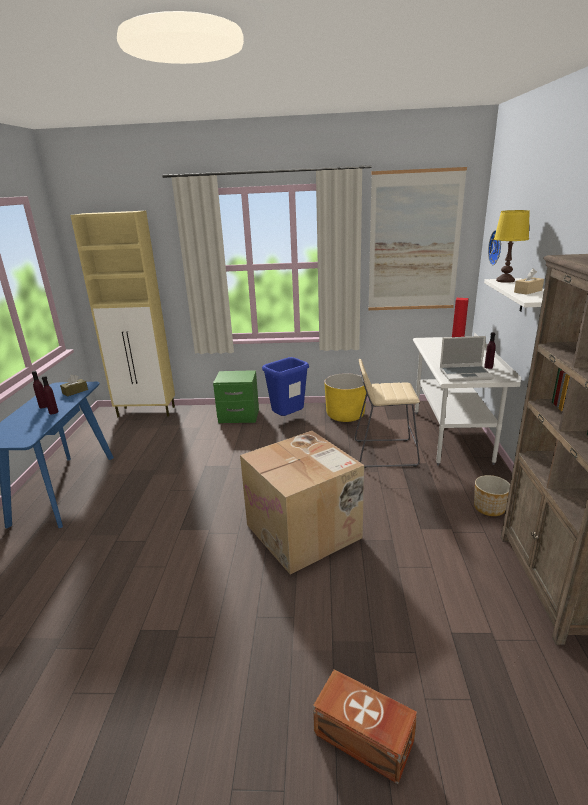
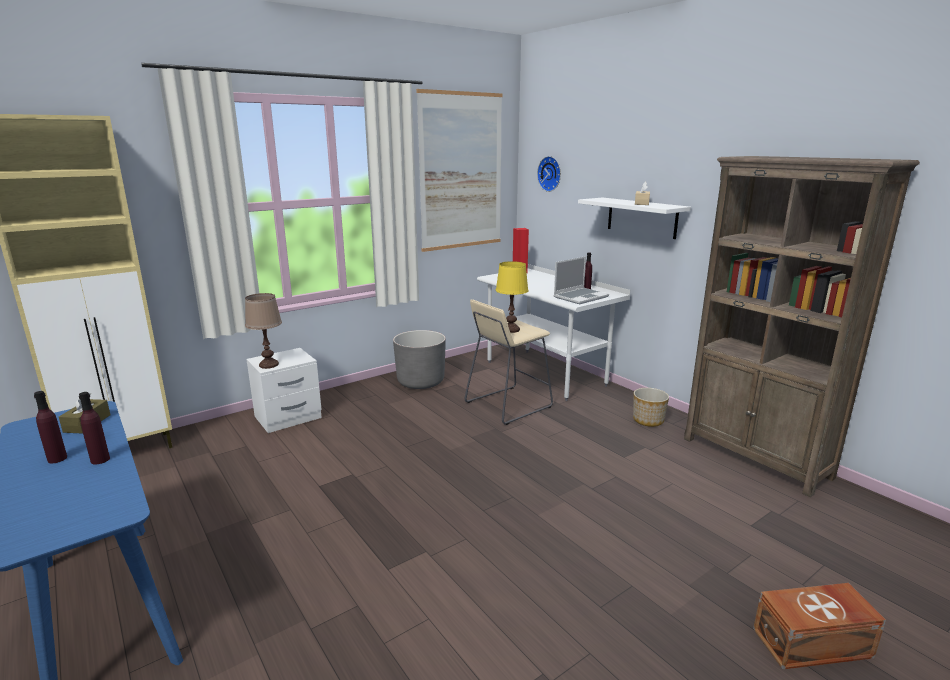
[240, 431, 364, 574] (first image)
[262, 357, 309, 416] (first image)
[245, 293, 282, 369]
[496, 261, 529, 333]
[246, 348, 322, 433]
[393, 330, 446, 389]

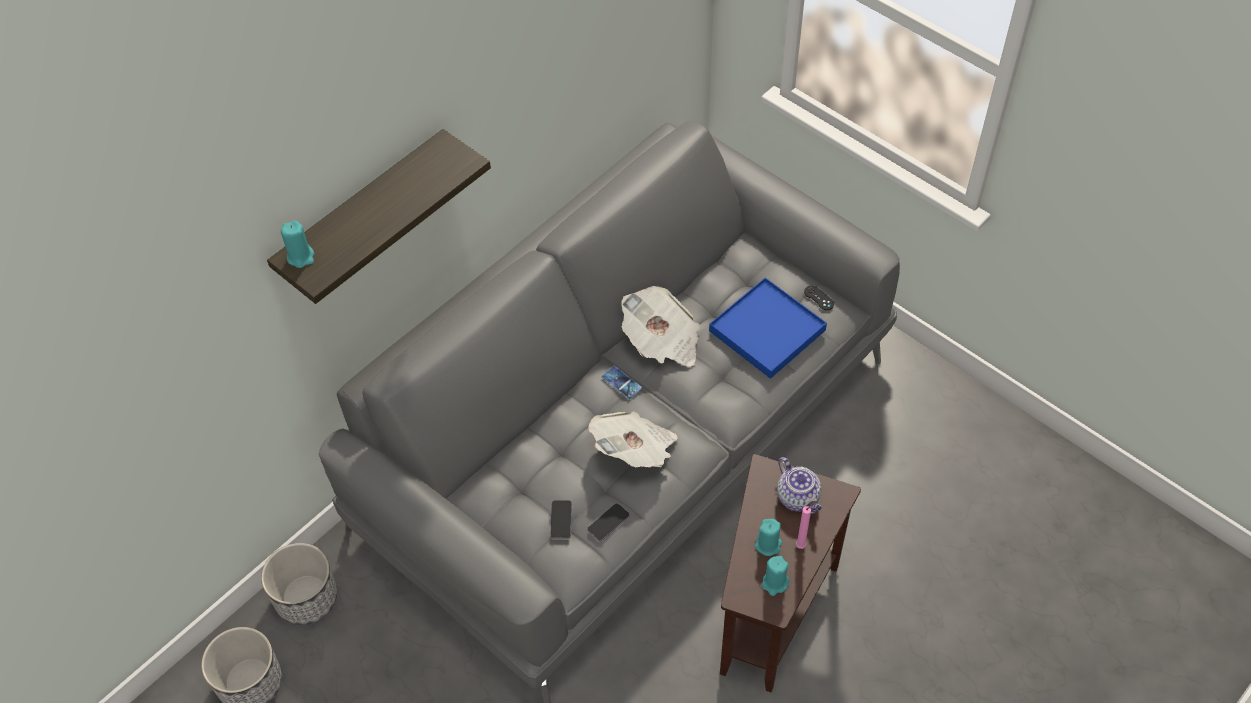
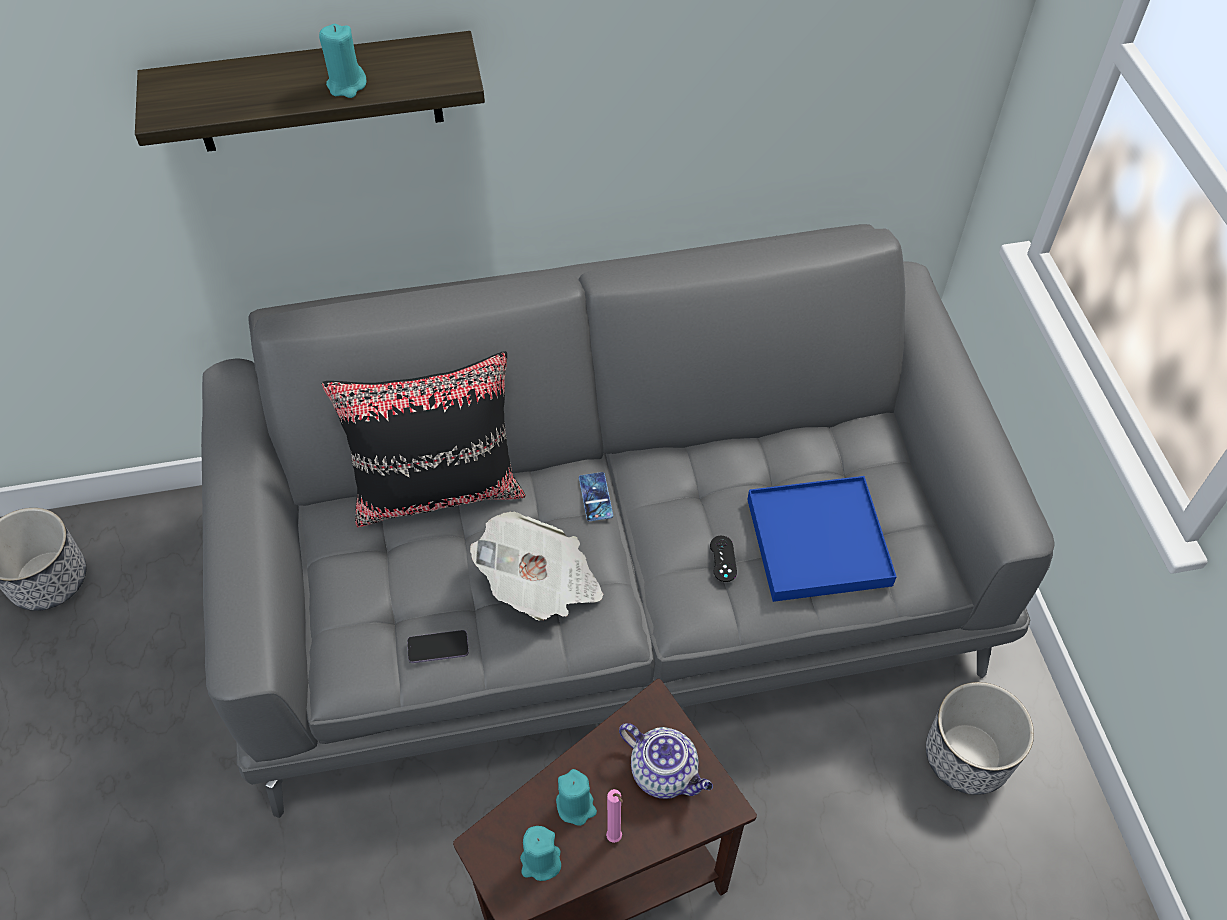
[550, 500, 572, 539] (first image)
[621, 286, 700, 367] (first image)
[322, 351, 526, 527]
[926, 682, 1034, 795]
[319, 24, 367, 98]
[710, 536, 737, 582]
[619, 723, 713, 799]

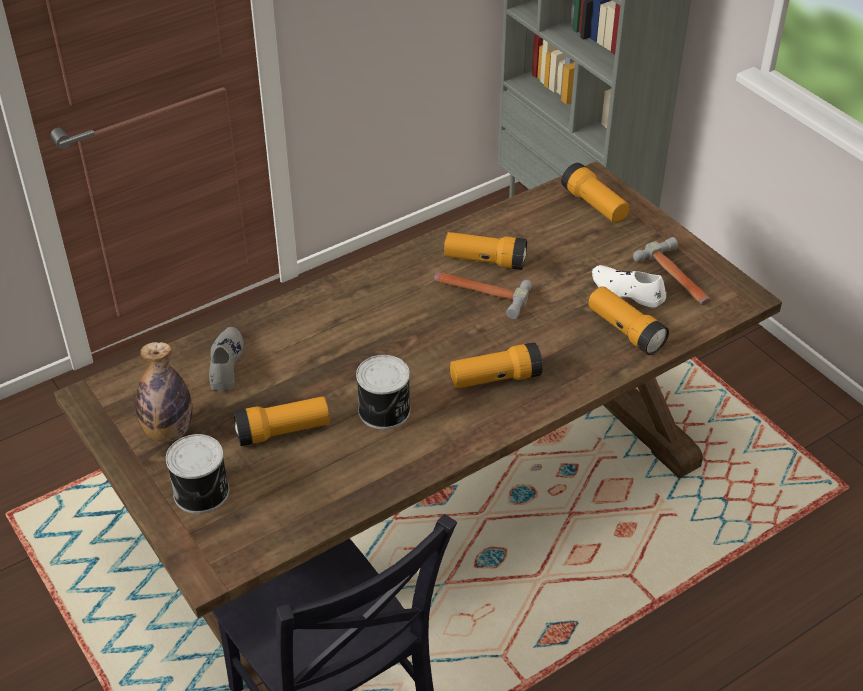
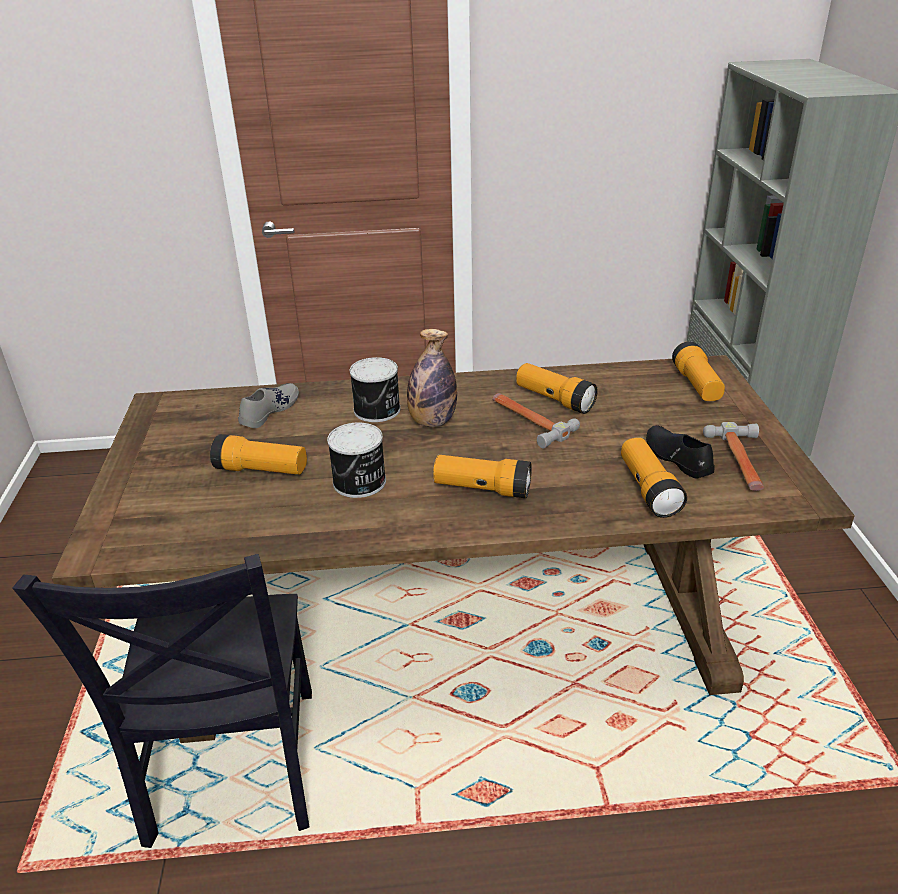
[407, 329, 457, 427]
[350, 357, 400, 422]
[646, 425, 715, 479]

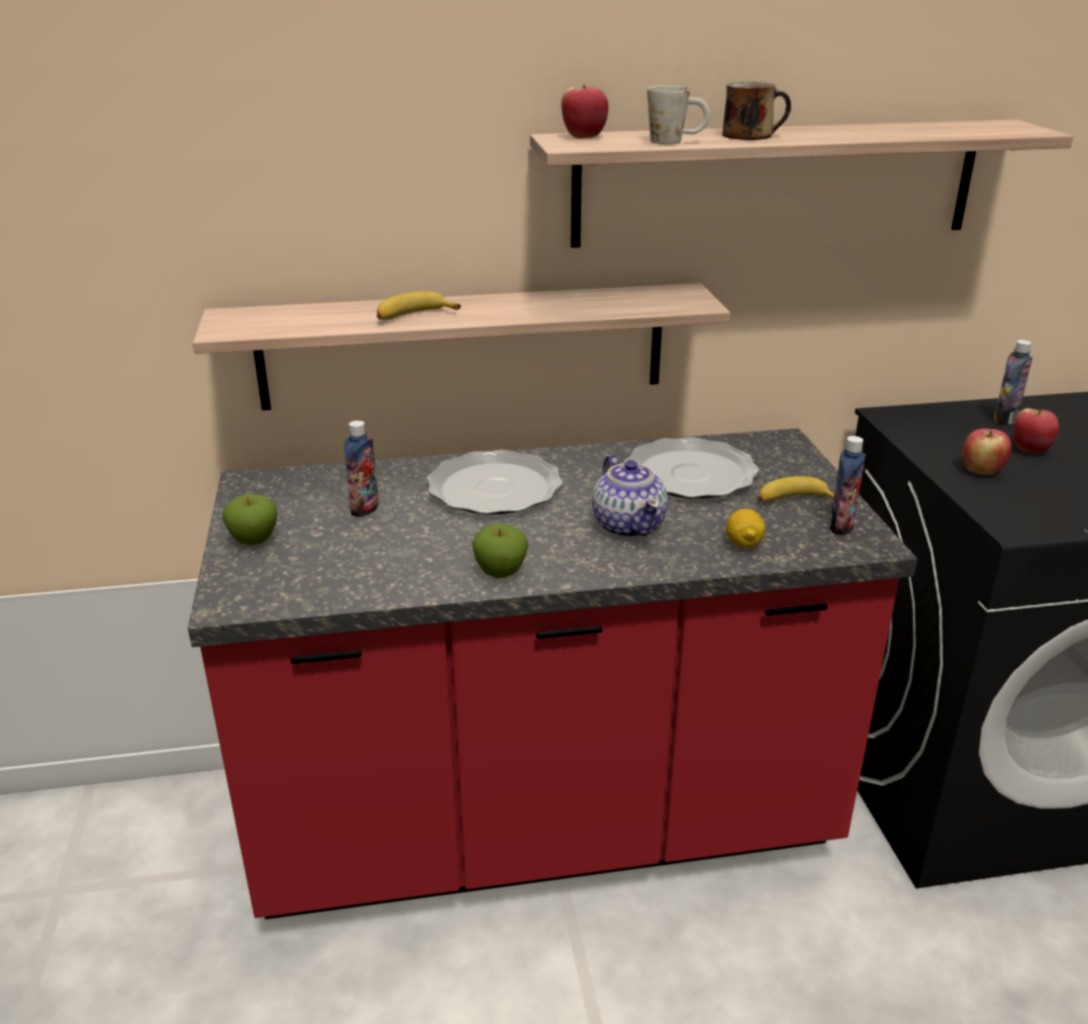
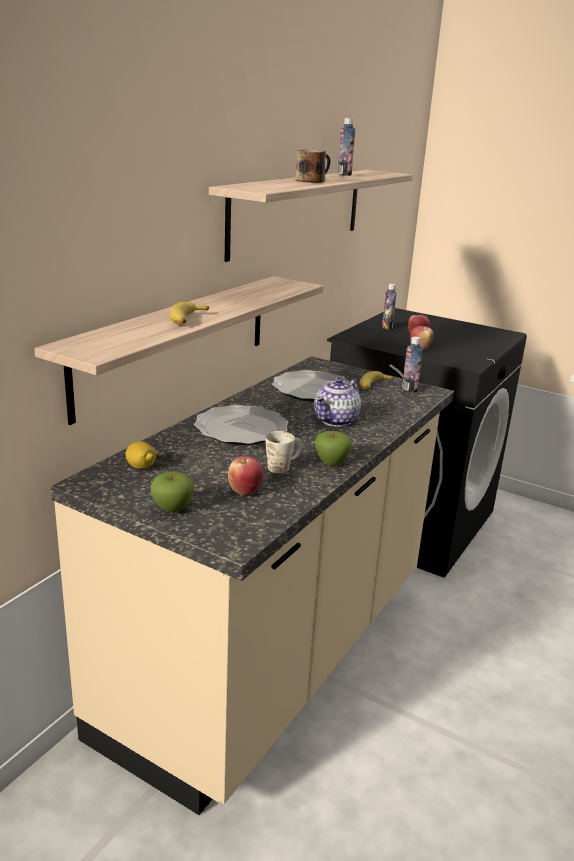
[338, 118, 355, 176]
[228, 456, 263, 495]
[265, 431, 302, 473]
[125, 442, 156, 469]
[51, 356, 454, 815]
[314, 378, 361, 427]

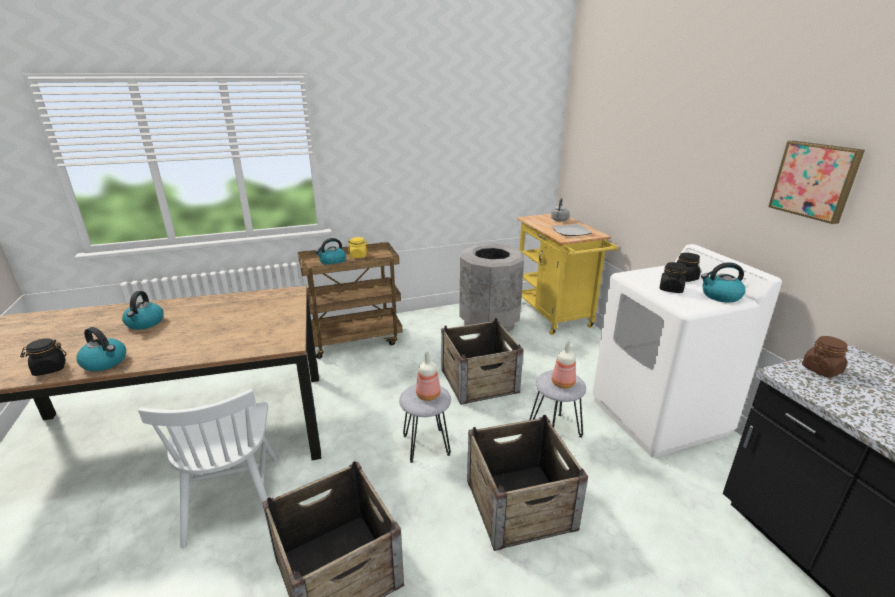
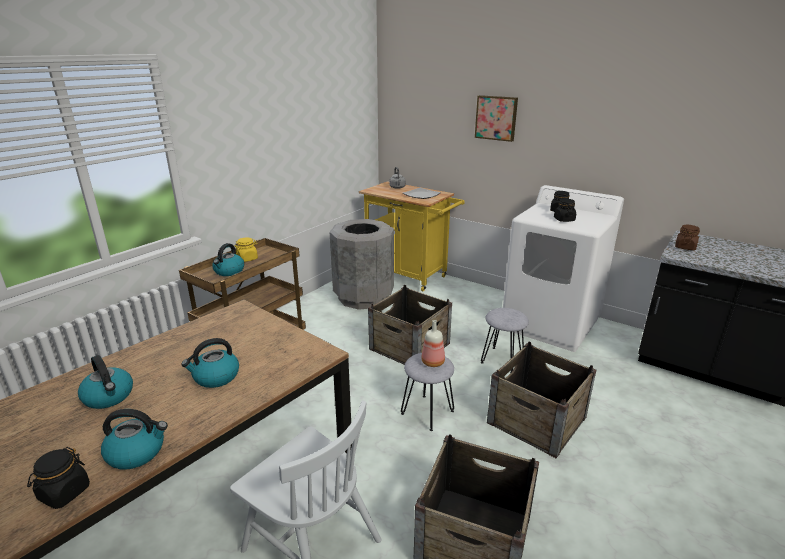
[552, 341, 576, 389] (first image)
[181, 338, 239, 388]
[475, 95, 518, 142]

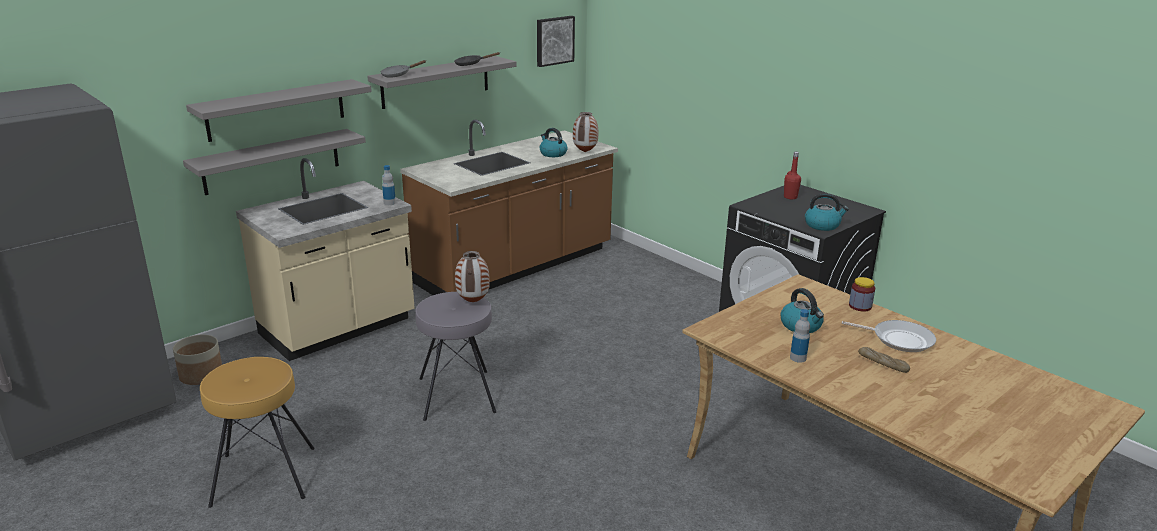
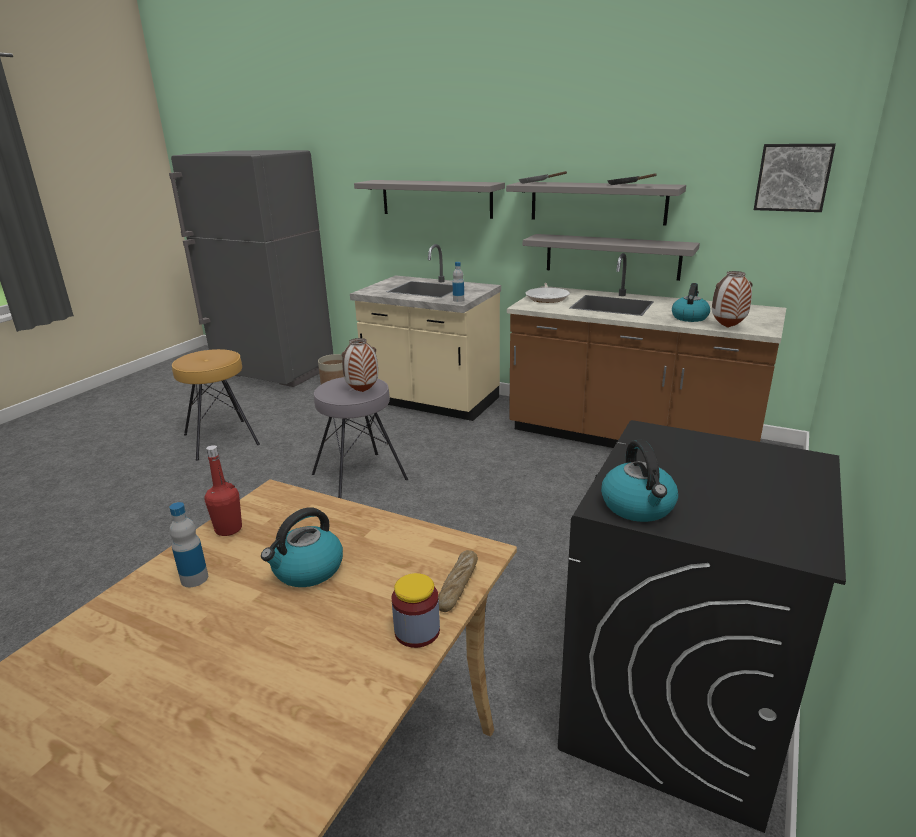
[523, 234, 700, 281]
[204, 445, 242, 536]
[526, 283, 570, 303]
[438, 550, 478, 612]

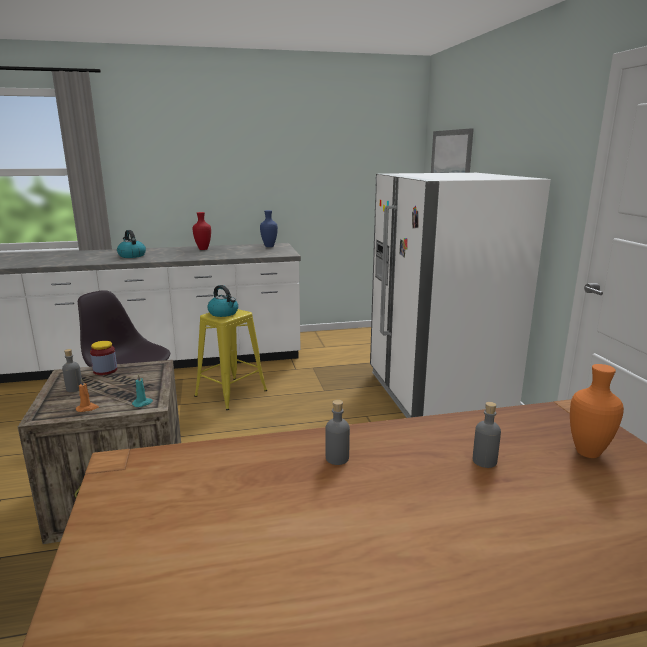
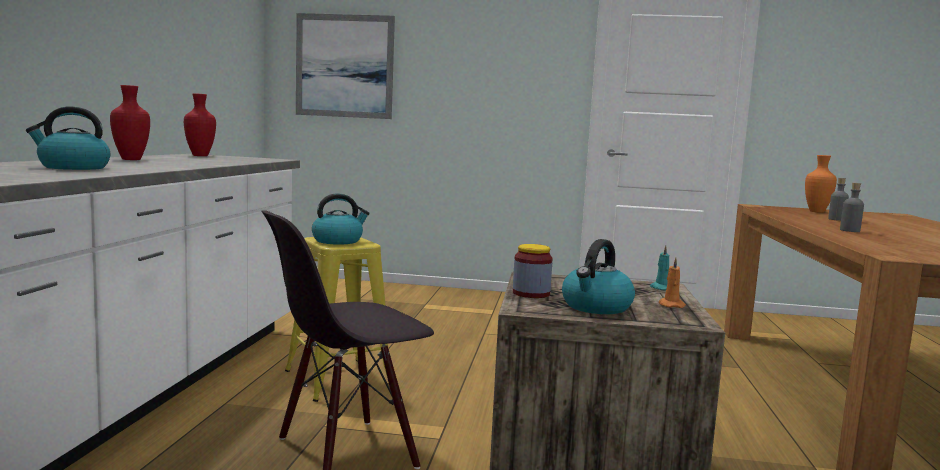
[370, 173, 551, 418] (first image)
[562, 239, 635, 314]
[184, 93, 216, 156]

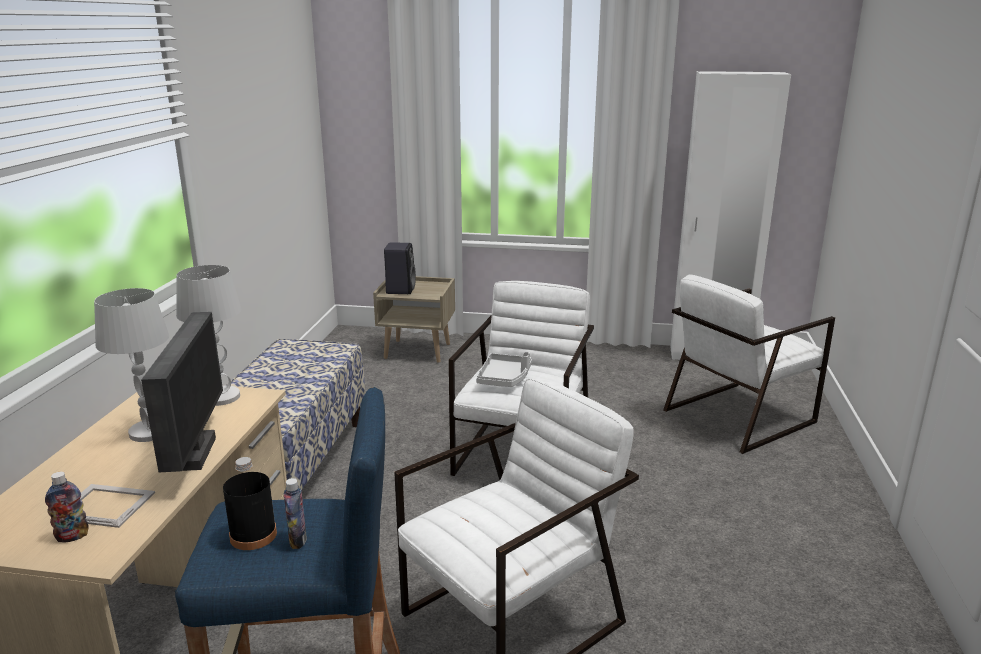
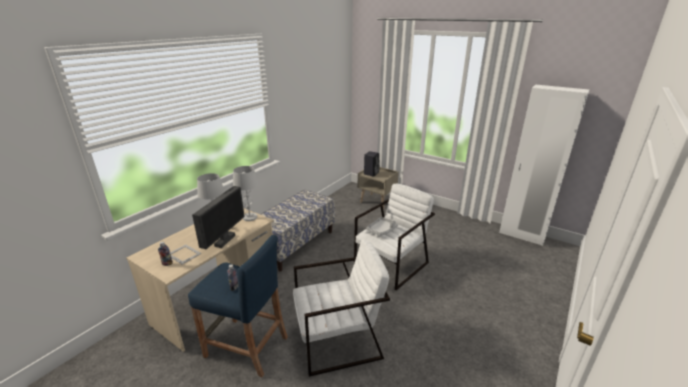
[223, 457, 277, 550] (first image)
[663, 274, 835, 454] (first image)

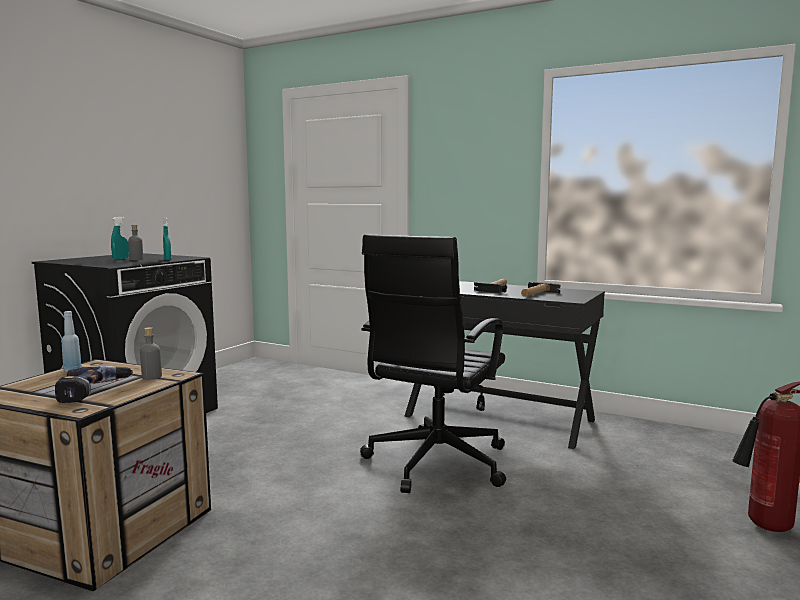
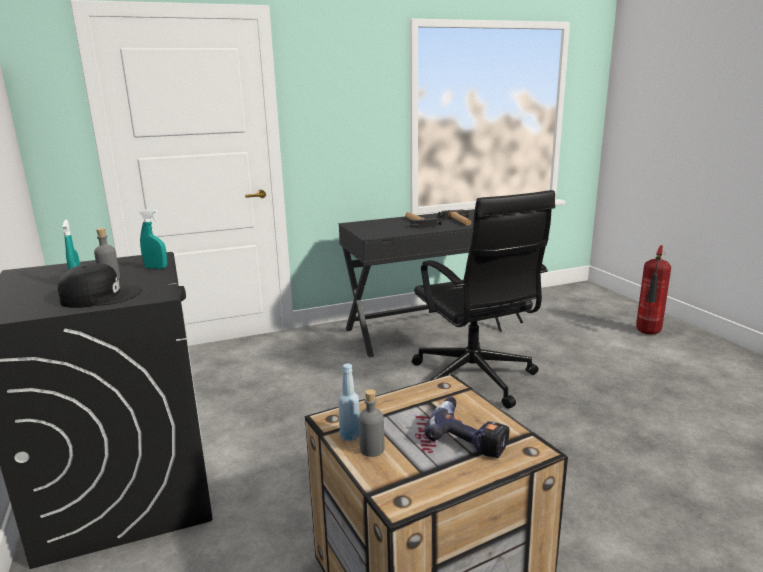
[58, 263, 142, 308]
[359, 389, 384, 457]

